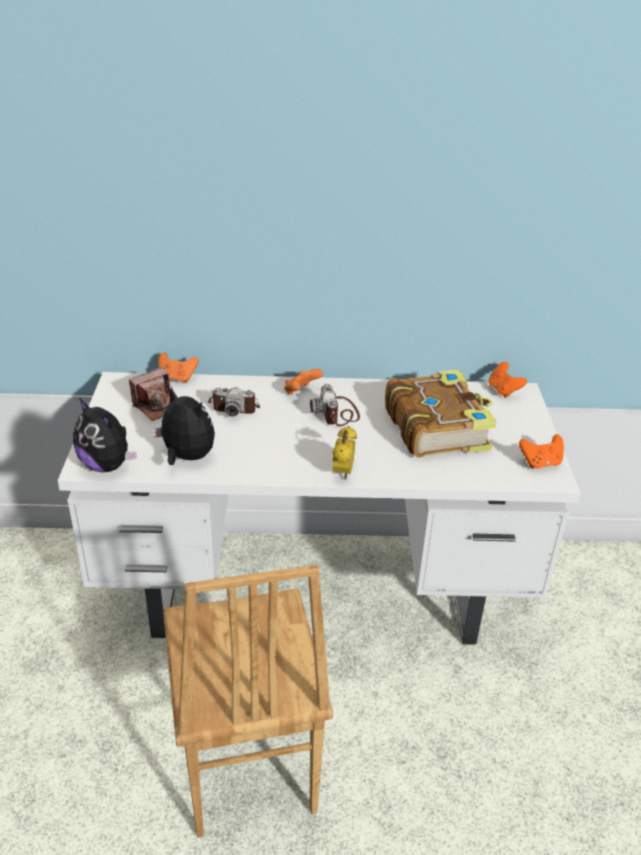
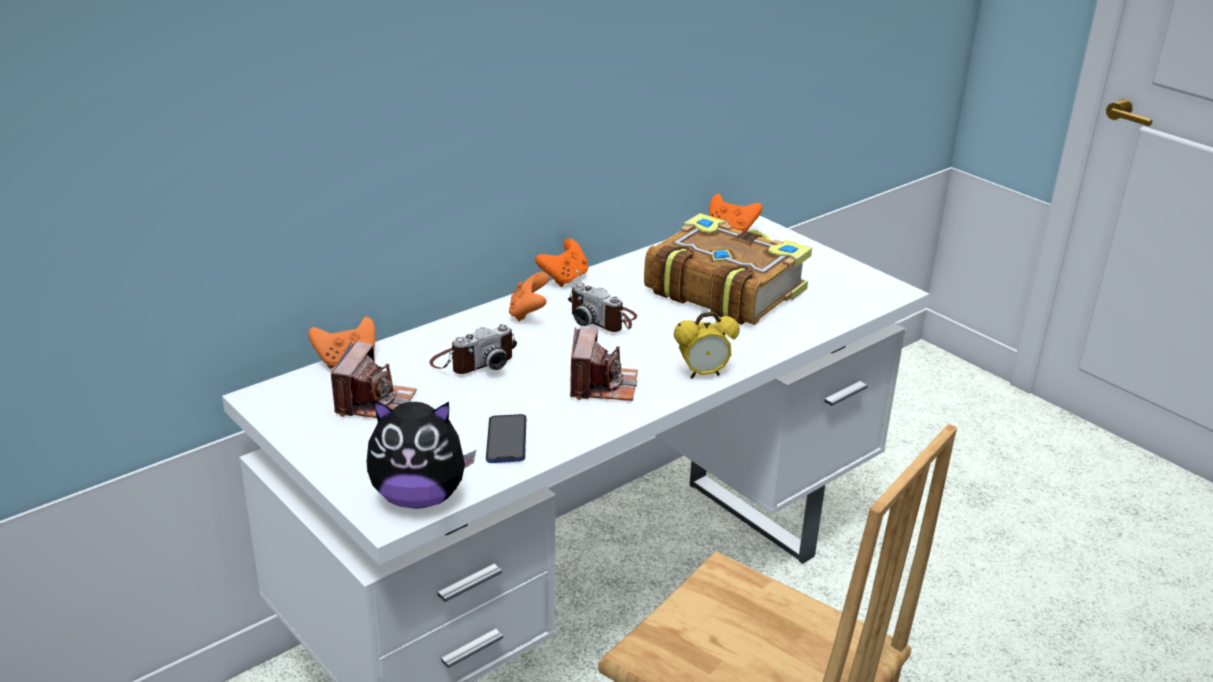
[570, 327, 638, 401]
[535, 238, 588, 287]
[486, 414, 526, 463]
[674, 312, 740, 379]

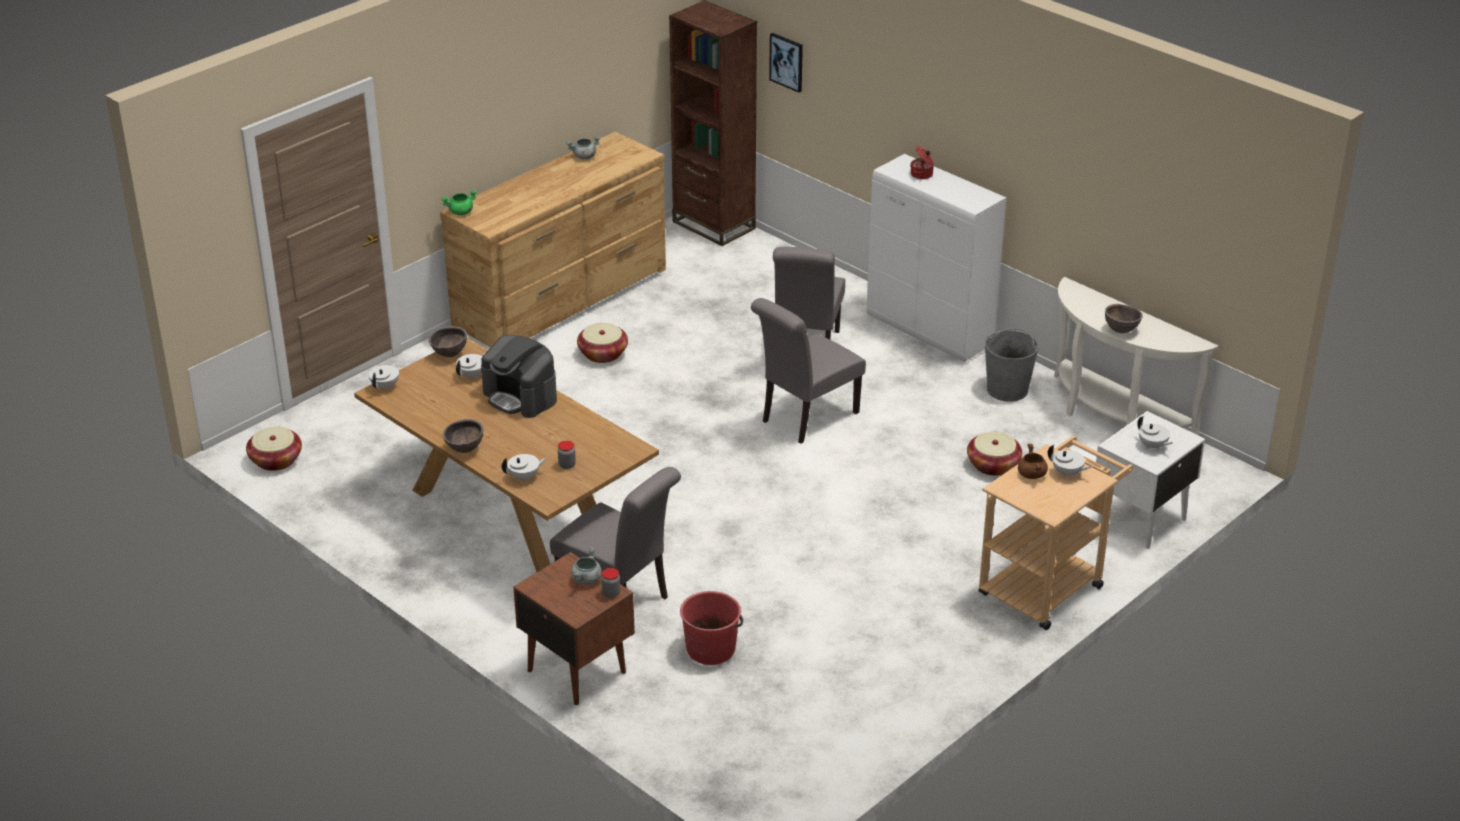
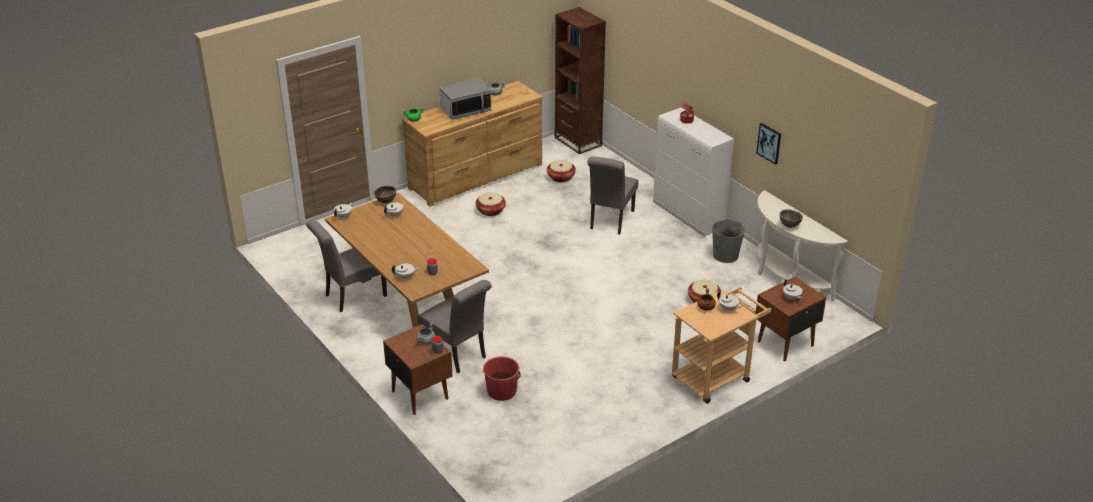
[443, 419, 483, 453] (first image)
[481, 335, 557, 418] (first image)
[440, 78, 491, 120]
[547, 160, 576, 182]
[306, 220, 387, 312]
[756, 123, 781, 165]
[755, 277, 826, 361]

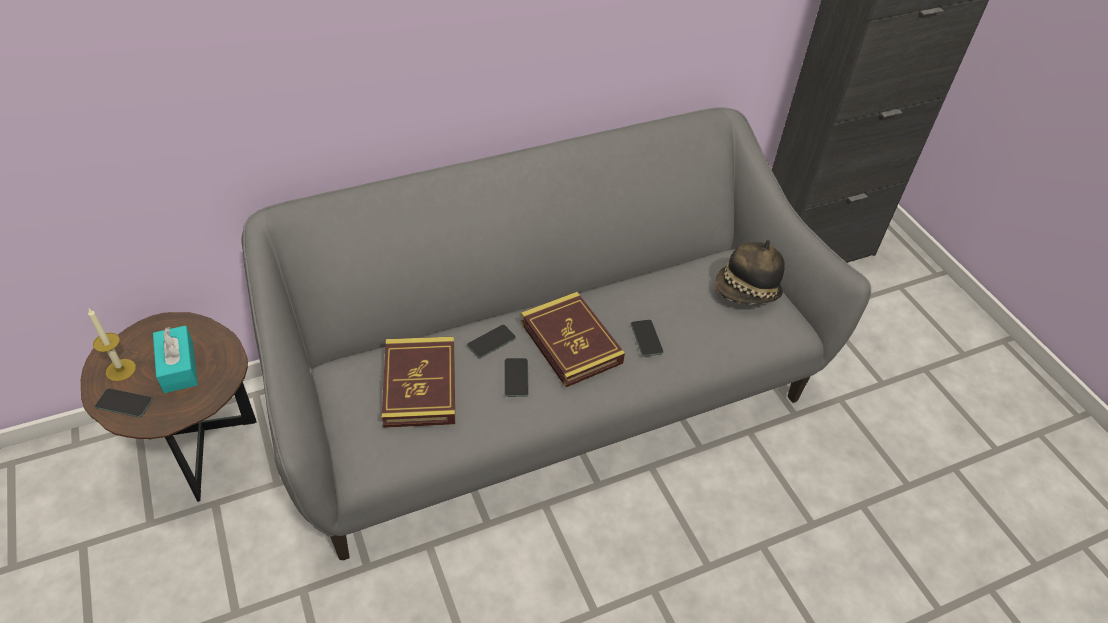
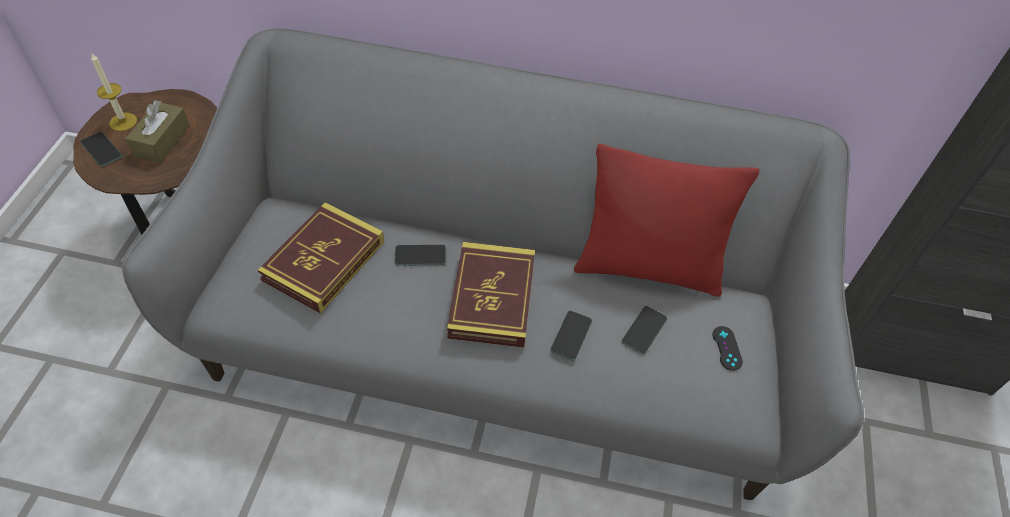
[574, 144, 760, 297]
[622, 306, 667, 354]
[712, 326, 743, 371]
[125, 100, 190, 163]

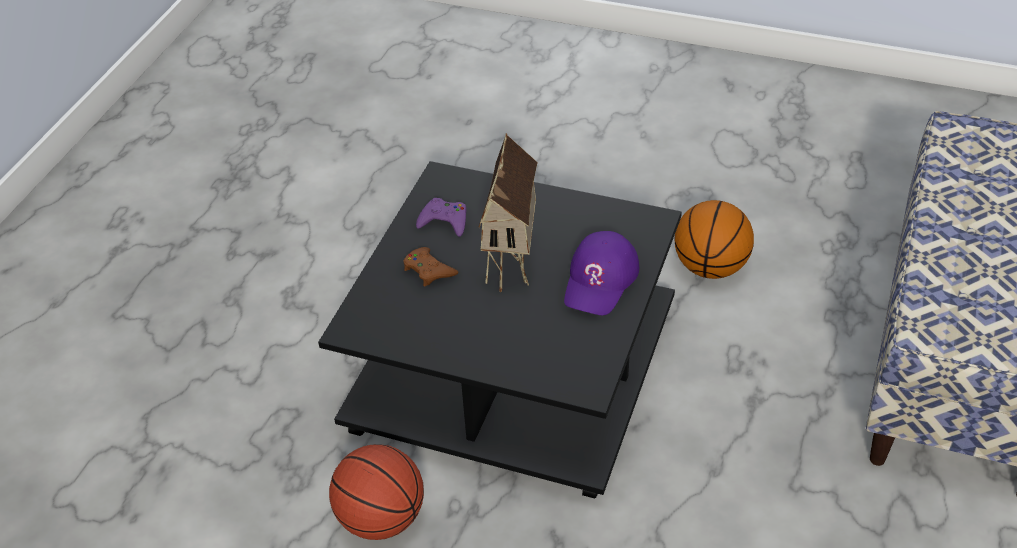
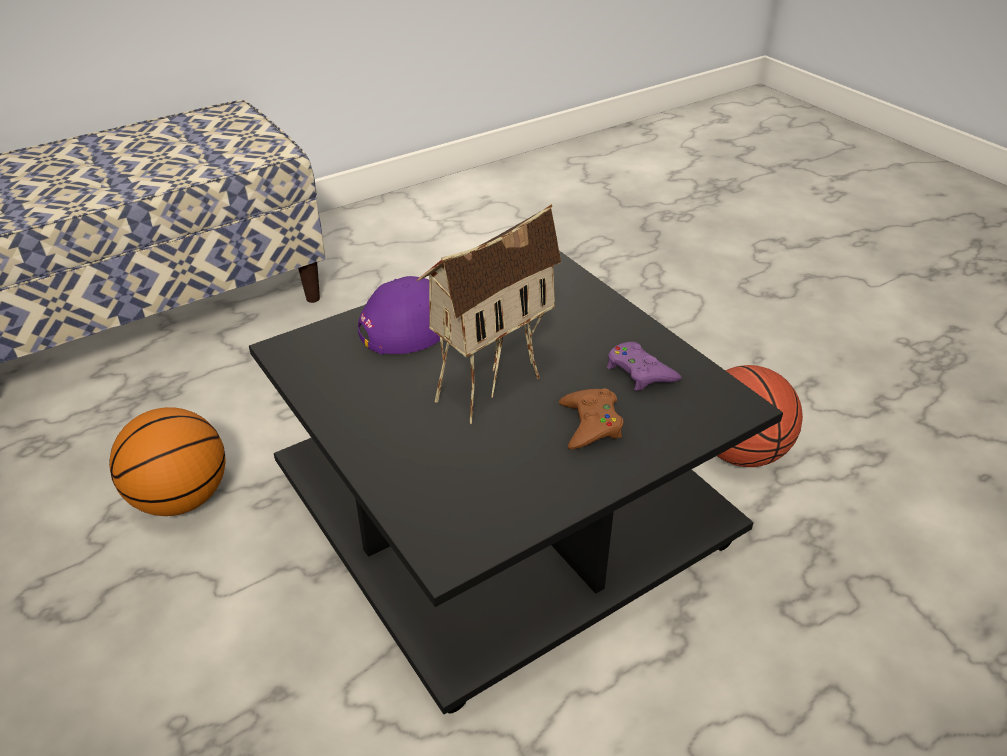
[607, 342, 682, 391]

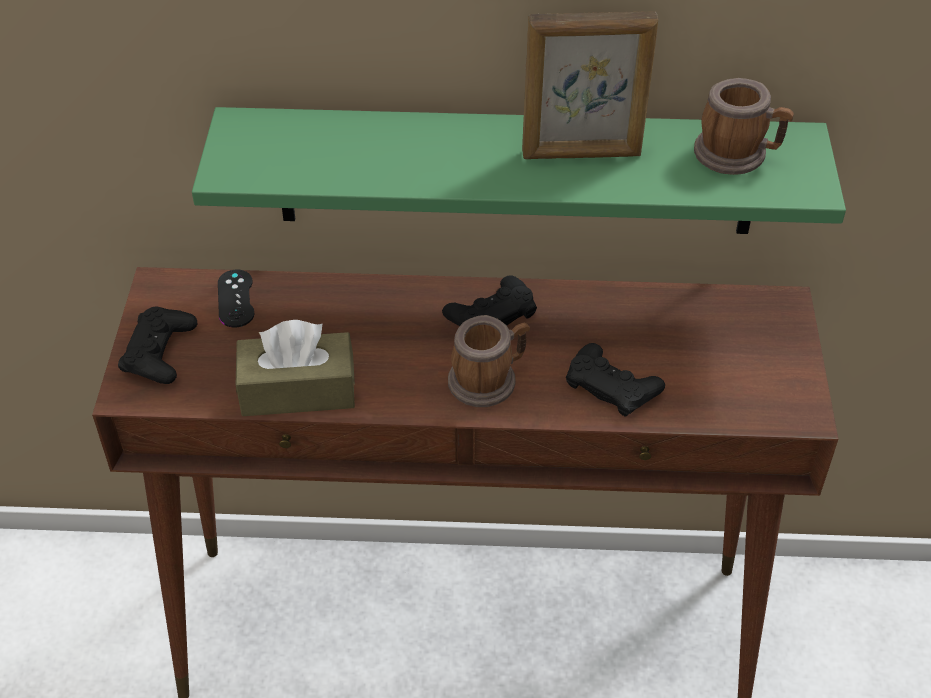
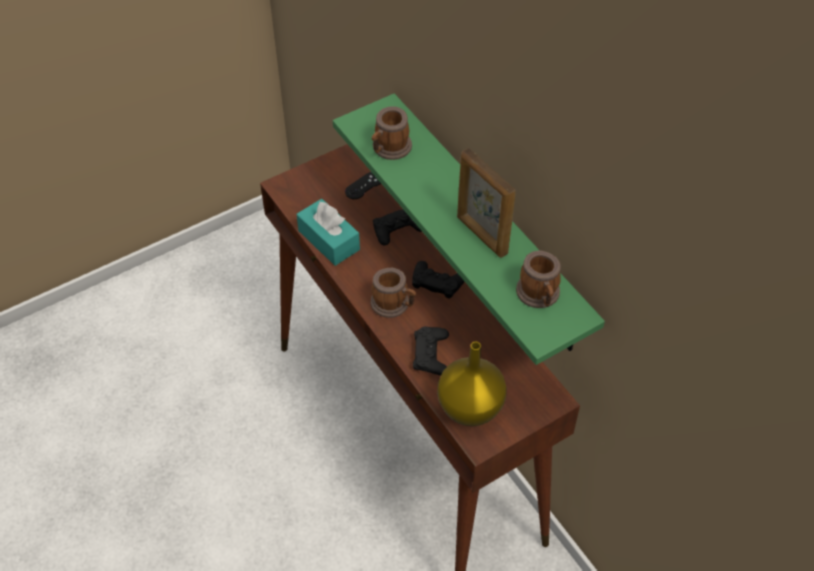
[372, 106, 412, 160]
[437, 341, 507, 426]
[373, 209, 422, 245]
[296, 199, 360, 266]

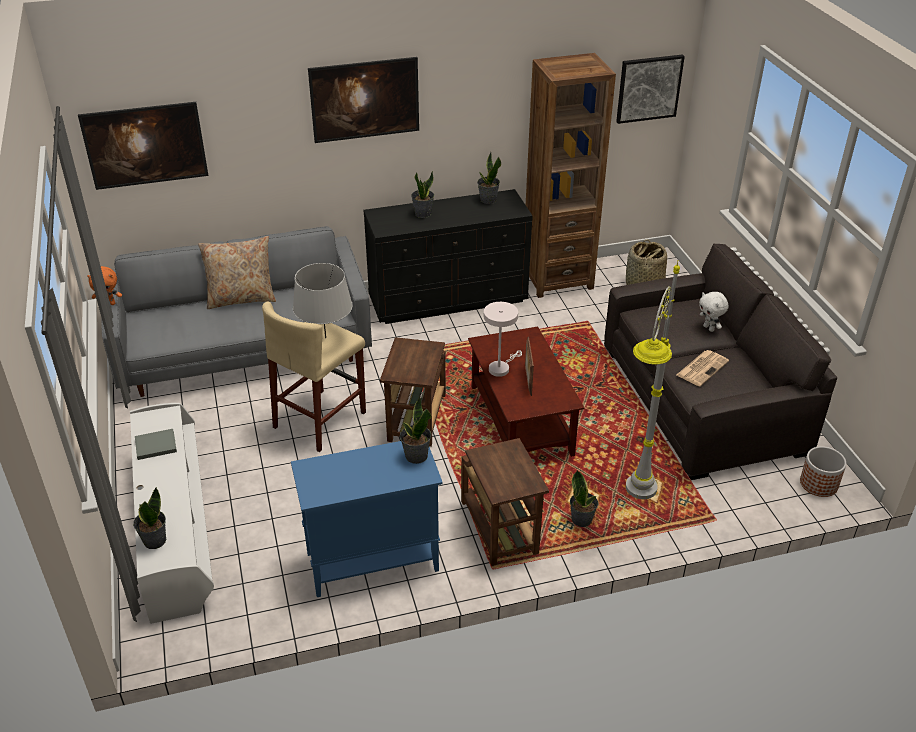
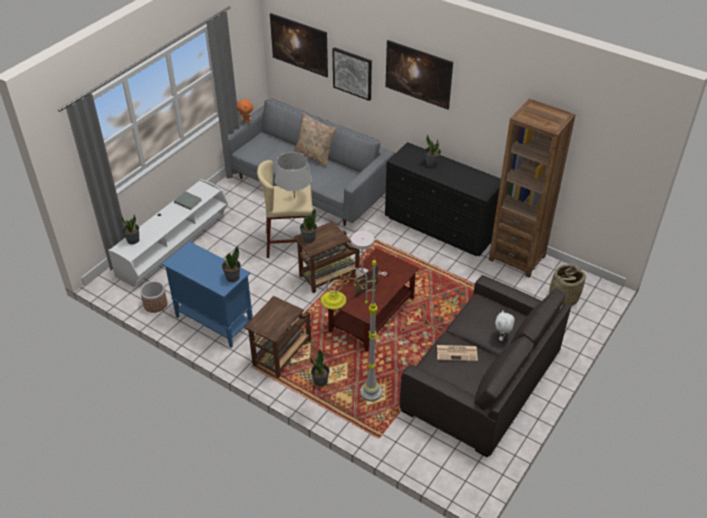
[300, 208, 317, 243]
[332, 47, 372, 101]
[140, 281, 167, 313]

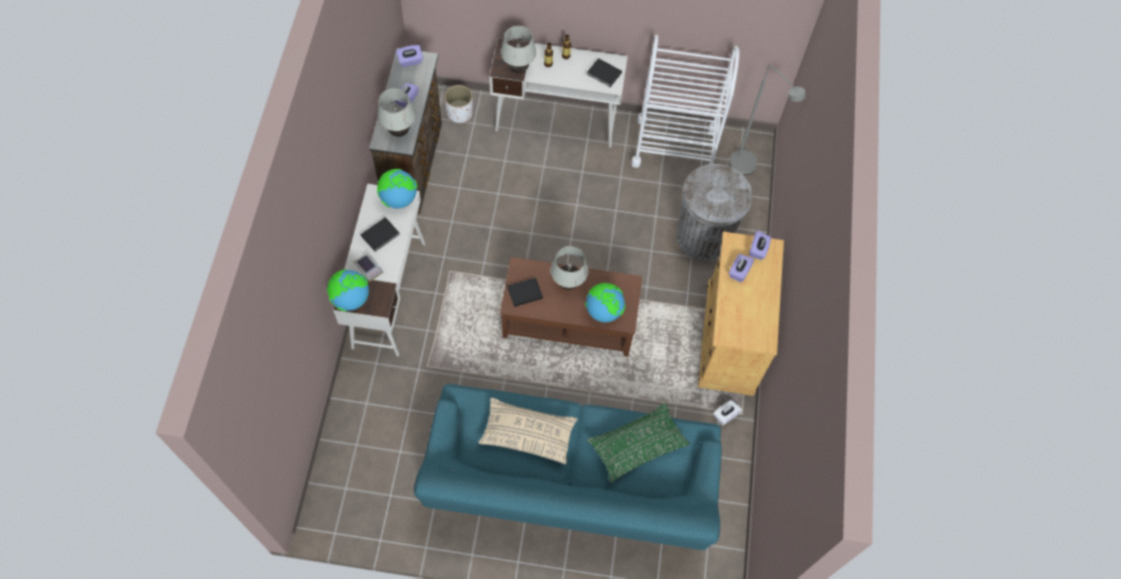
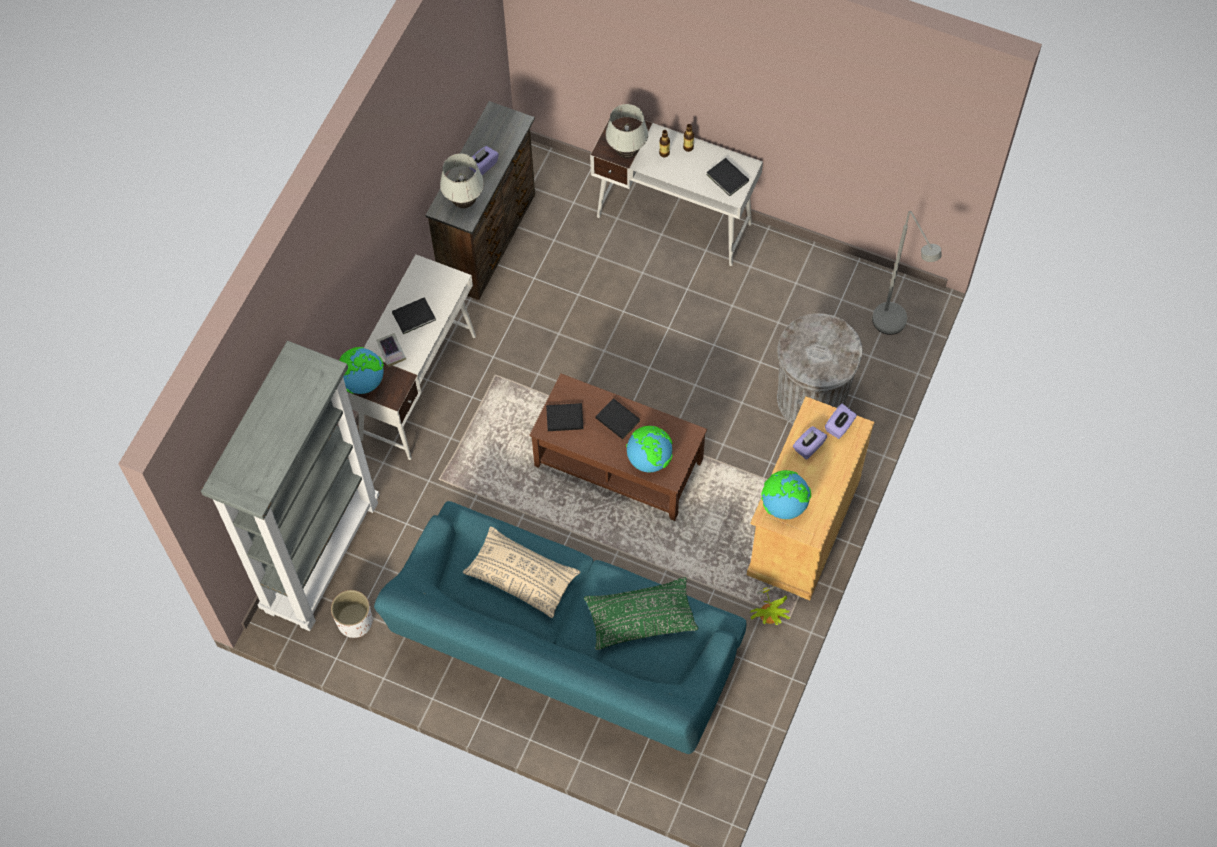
[396, 45, 423, 67] (first image)
[631, 35, 740, 168] (first image)
[201, 341, 379, 631]
[761, 470, 811, 519]
[331, 590, 372, 638]
[596, 398, 640, 439]
[751, 586, 791, 625]

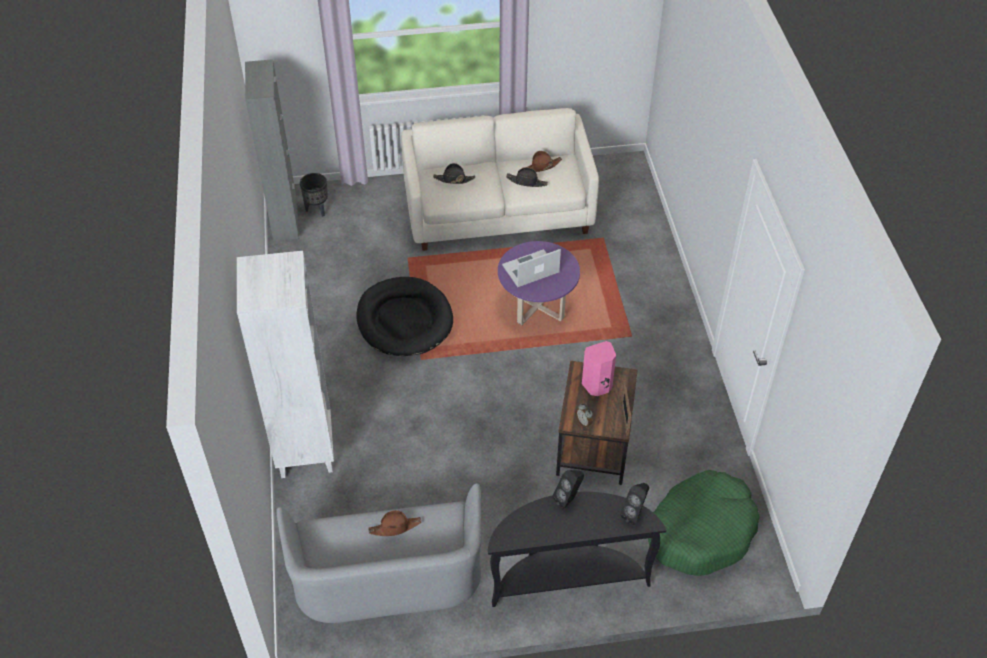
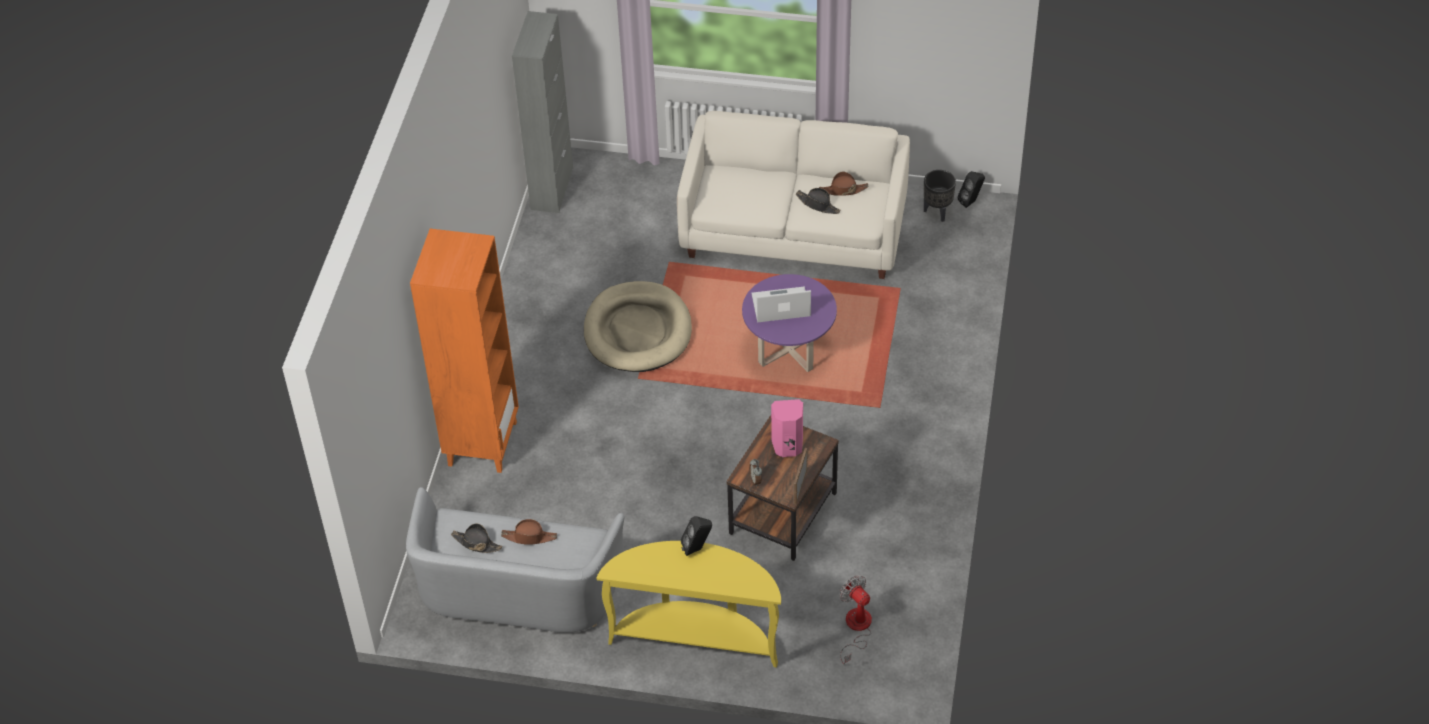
[924, 170, 956, 222]
[451, 523, 502, 553]
[957, 171, 985, 208]
[840, 575, 872, 664]
[410, 229, 519, 473]
[584, 281, 692, 372]
[597, 541, 781, 668]

